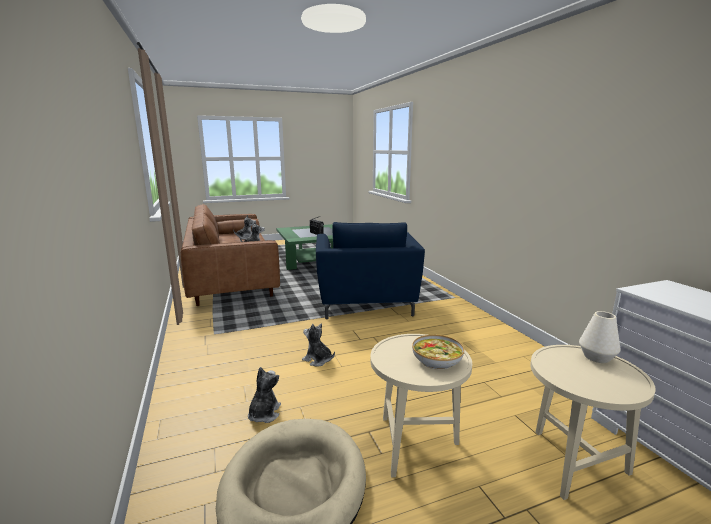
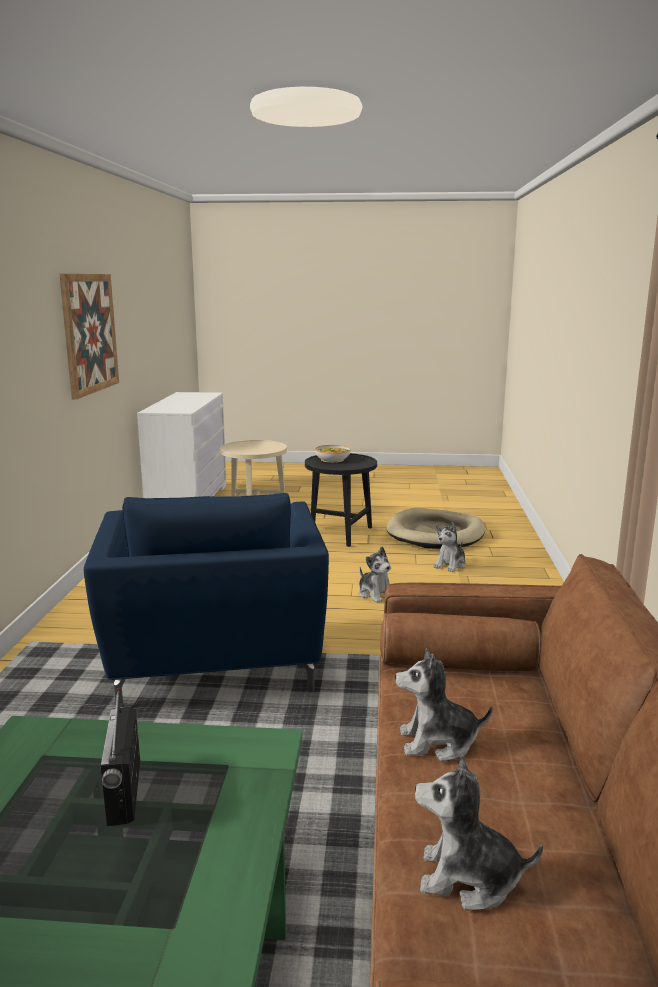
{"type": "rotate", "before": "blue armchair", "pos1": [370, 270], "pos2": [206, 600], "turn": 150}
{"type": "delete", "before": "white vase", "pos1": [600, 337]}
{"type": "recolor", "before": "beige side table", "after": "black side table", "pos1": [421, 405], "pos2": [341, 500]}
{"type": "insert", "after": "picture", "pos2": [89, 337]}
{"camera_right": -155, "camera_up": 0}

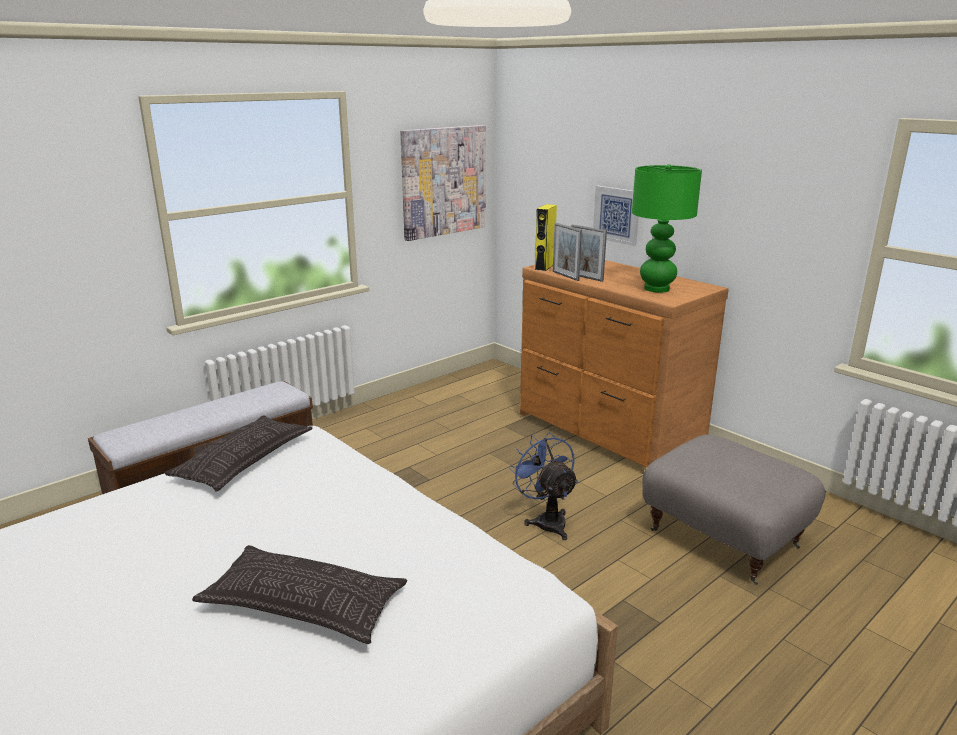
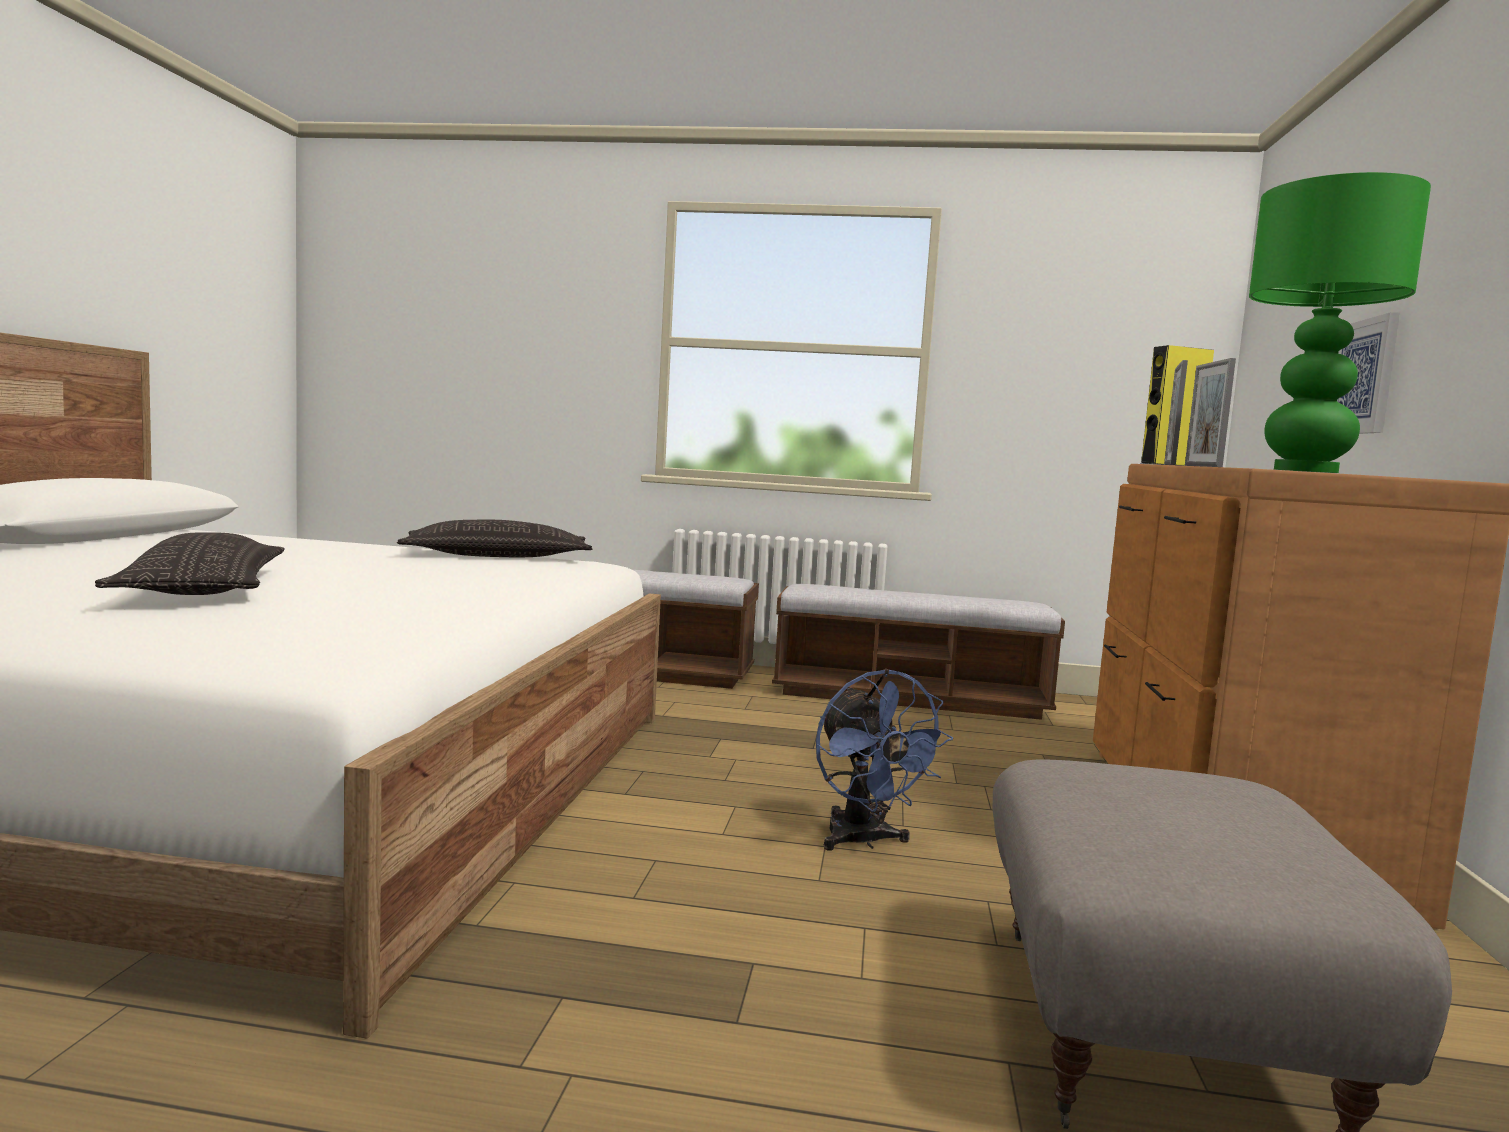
{"type": "delete", "before": "picture", "pos1": [443, 183]}
{"type": "rotate", "before": "blue fan", "pos1": [543, 486], "pos2": [884, 760], "turn": 135}
{"type": "insert", "after": "bench", "pos2": [918, 652]}
{"camera_right": 50, "camera_up": -15}

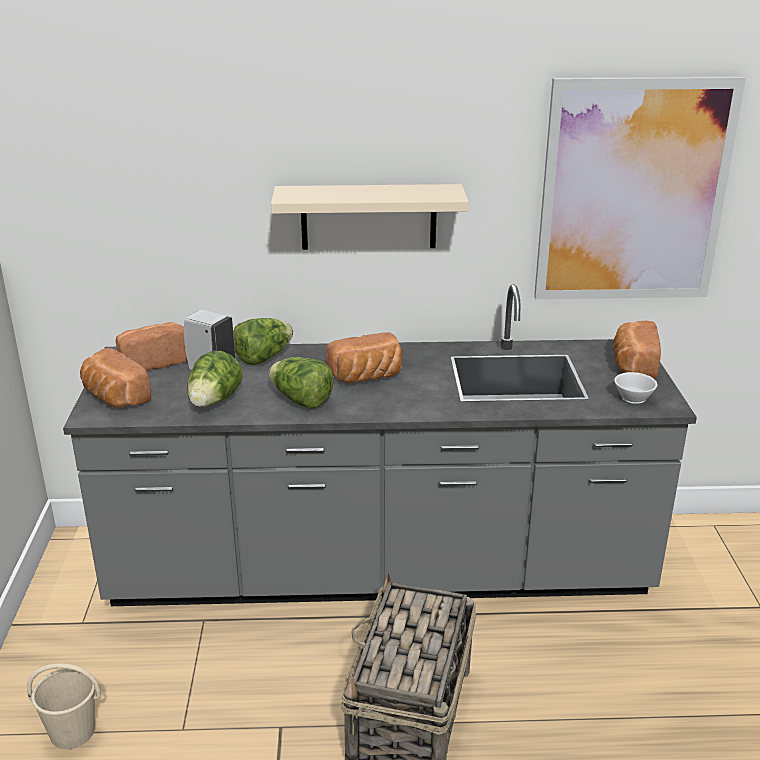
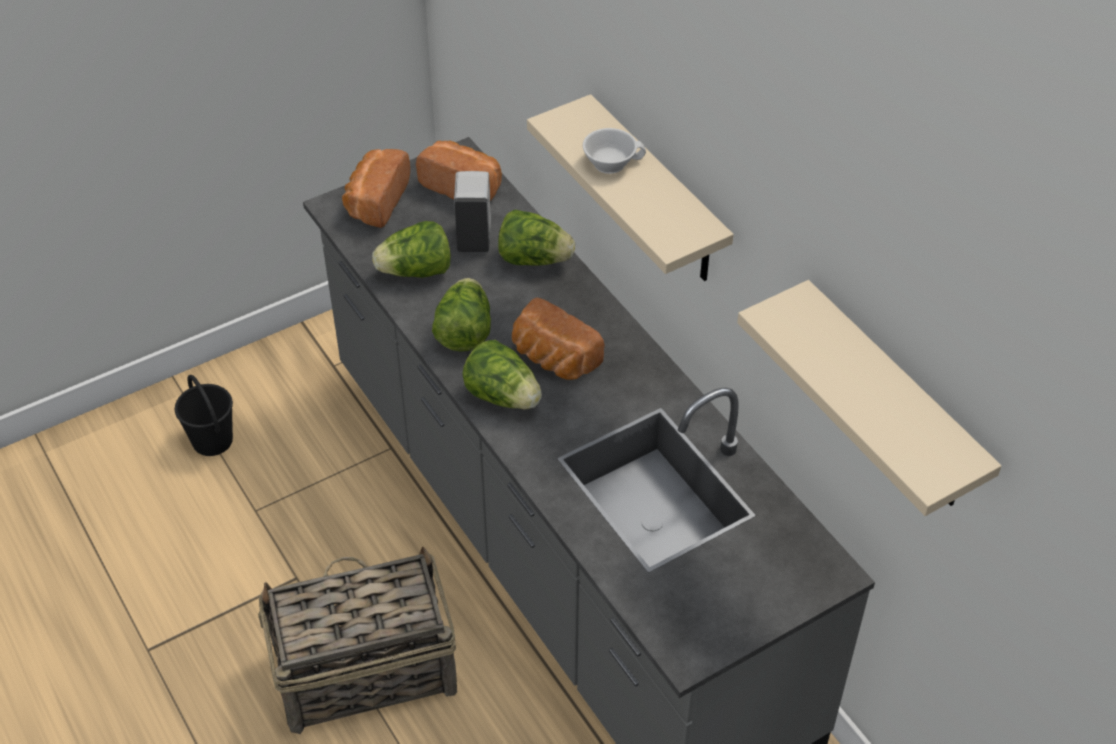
{"type": "replace", "before": "picture", "after": "beige shelf", "pos1": [640, 188], "pos2": [869, 398]}
{"type": "delete", "before": "bread", "pos1": [637, 350]}
{"type": "move", "before": "white cup", "pos1": [635, 388], "pos2": [614, 151]}
{"type": "recolor", "before": "beige bucket", "after": "black bucket", "pos1": [64, 706], "pos2": [204, 415]}
{"type": "insert", "after": "lettuce", "pos2": [502, 374]}
{"camera_right": 60, "camera_up": 20}

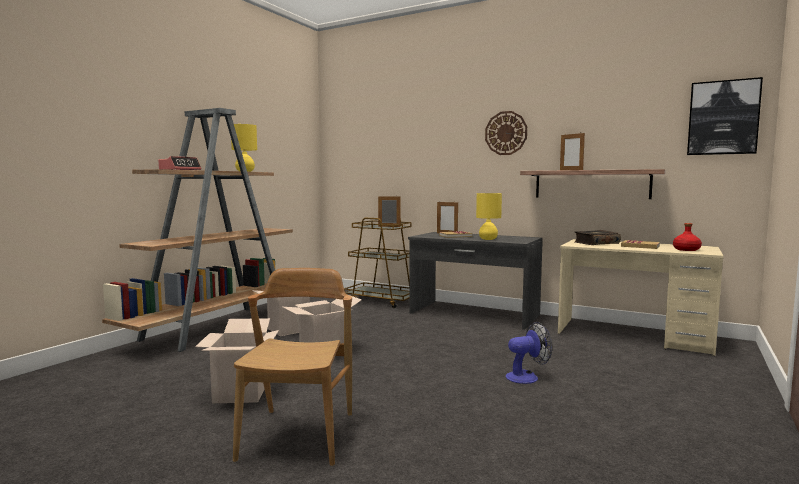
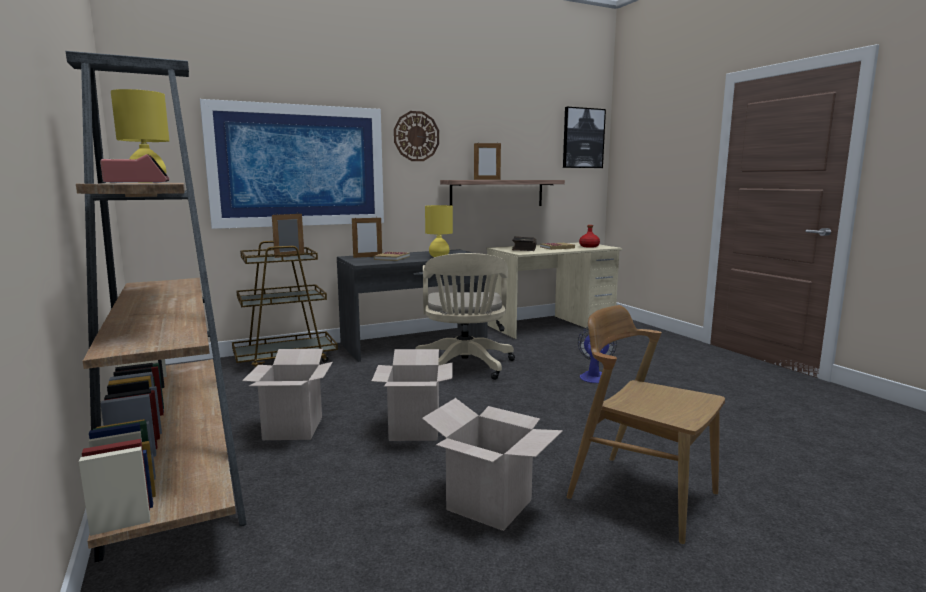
{"type": "insert", "after": "picture", "pos2": [292, 164]}
{"type": "insert", "after": "beige office chair", "pos2": [465, 316]}
{"camera_right": -55, "camera_up": 5}

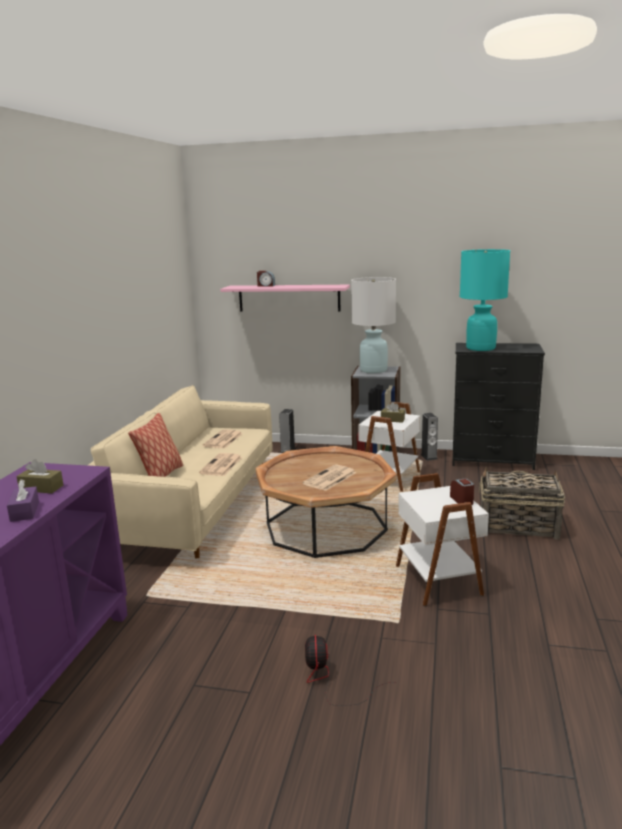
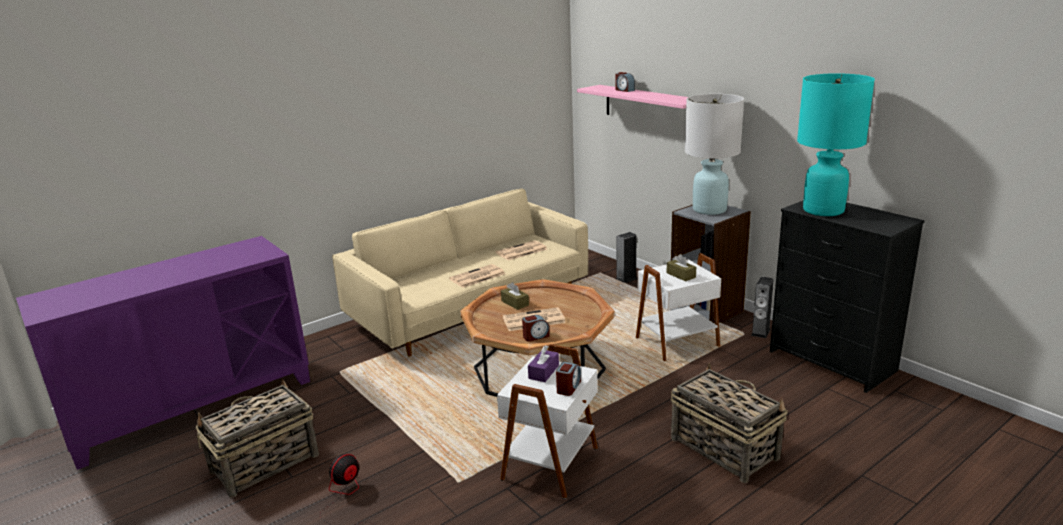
{"type": "delete", "before": "pillow", "pos1": [155, 445]}
{"type": "move", "before": "brown tissue box", "pos1": [39, 476], "pos2": [515, 296]}
{"type": "move", "before": "purple tissue box", "pos1": [23, 500], "pos2": [543, 363]}
{"type": "insert", "after": "alarm clock", "pos2": [536, 328]}
{"type": "insert", "after": "basket", "pos2": [257, 438]}
{"camera_right": 40, "camera_up": 5}

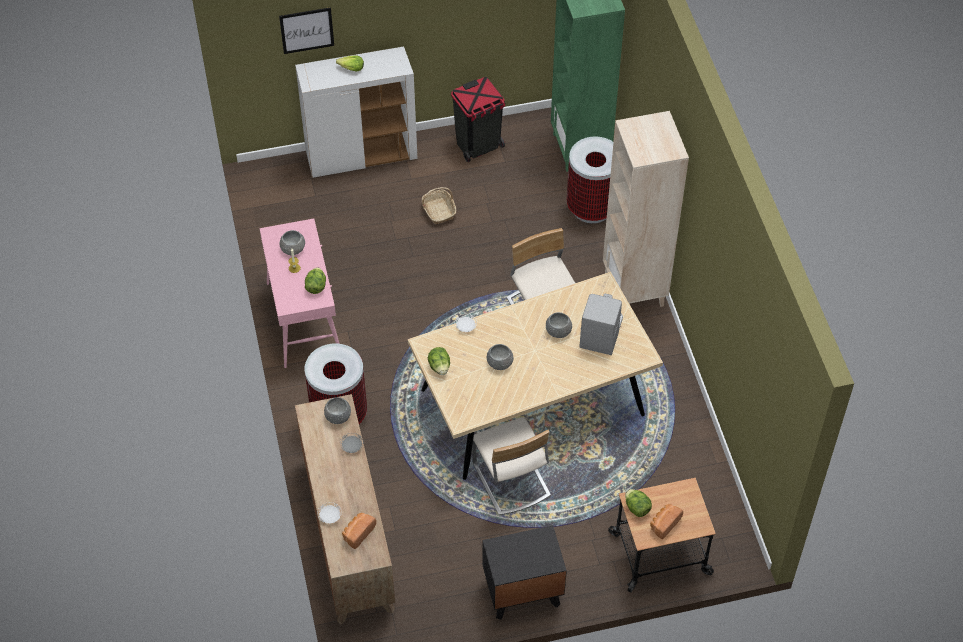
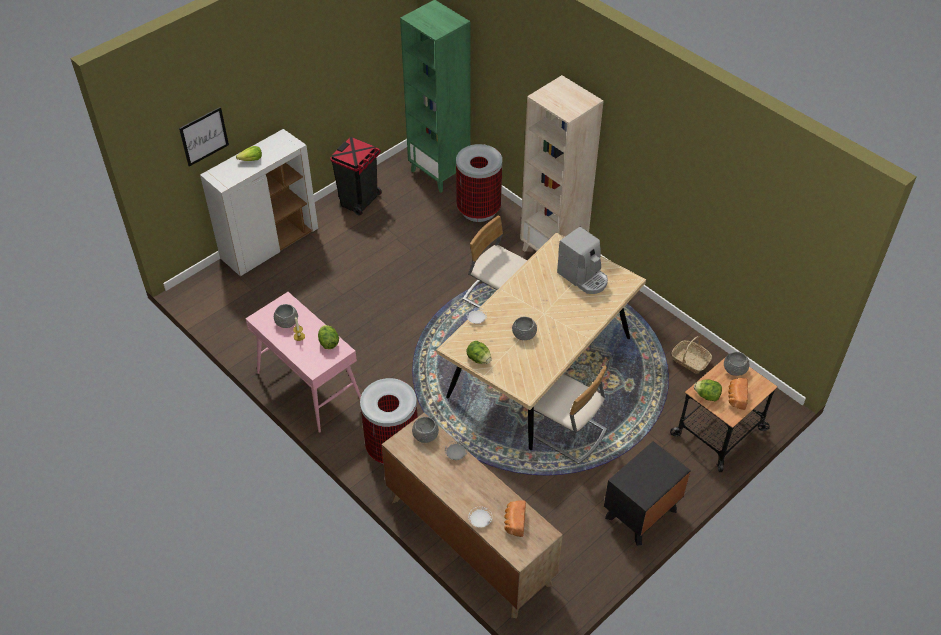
{"type": "move", "before": "basket", "pos1": [439, 205], "pos2": [691, 354]}
{"type": "rotate", "before": "coffee machine", "pos1": [601, 324], "pos2": [582, 260], "turn": 150}
{"type": "move", "before": "grey bowl", "pos1": [559, 325], "pos2": [736, 364]}
{"camera_right": -30, "camera_up": -5}

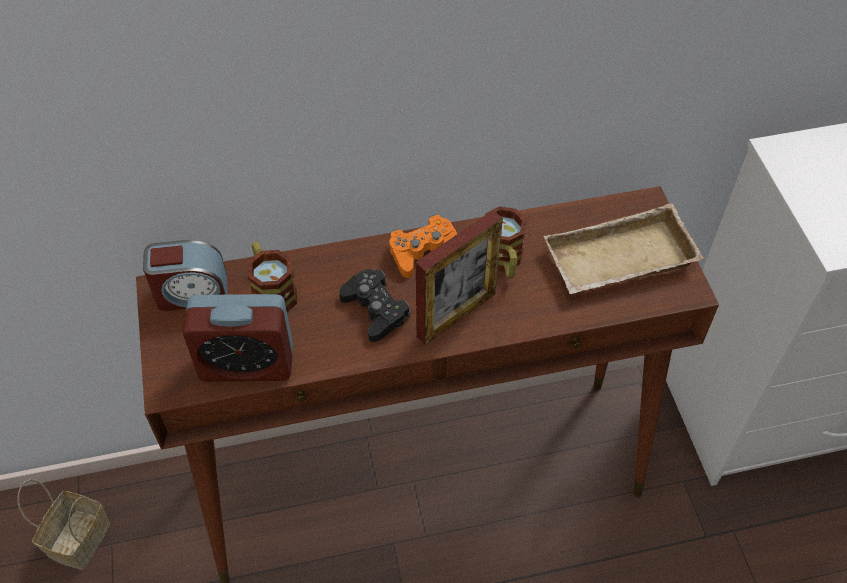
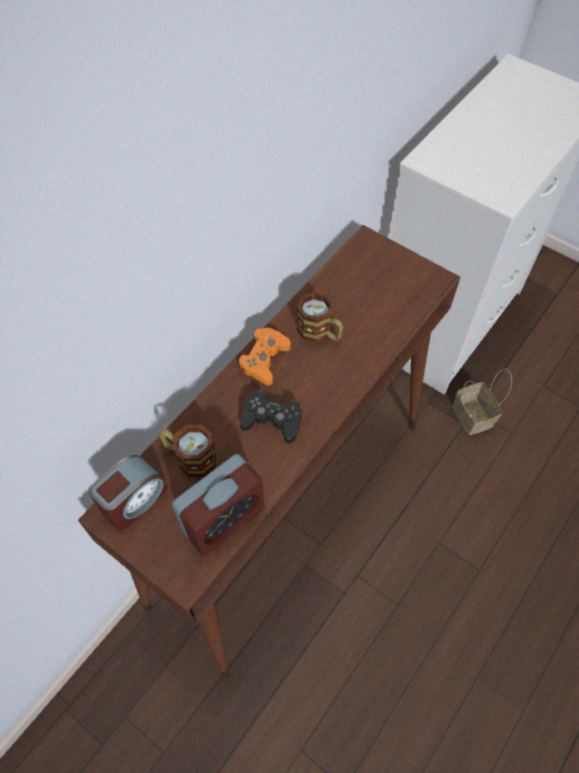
{"type": "delete", "before": "beige tray", "pos1": [623, 248]}
{"type": "delete", "before": "picture frame", "pos1": [459, 277]}
{"type": "move", "before": "basket", "pos1": [63, 524], "pos2": [482, 401]}
{"camera_right": -40, "camera_up": 5}

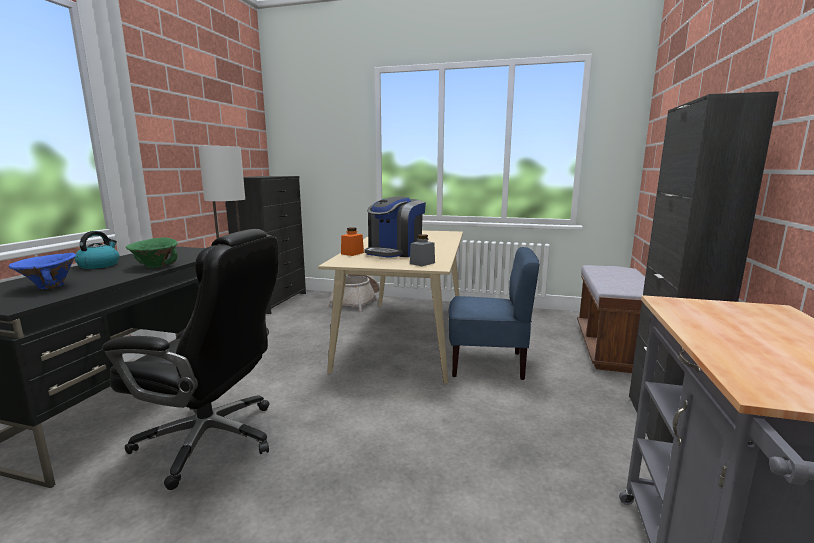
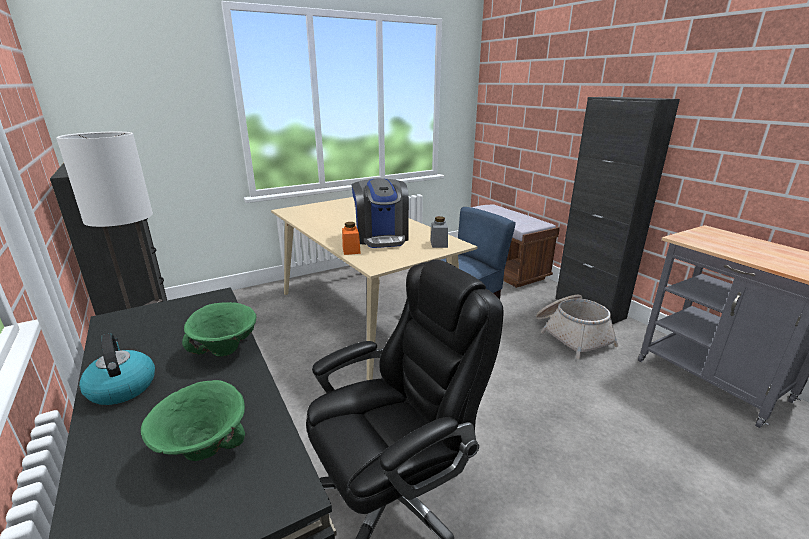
{"type": "recolor", "before": "blue bowl", "after": "green bowl", "pos1": [42, 271], "pos2": [193, 420]}
{"type": "move", "before": "basket", "pos1": [353, 293], "pos2": [577, 327]}
{"camera_right": -45, "camera_up": 10}

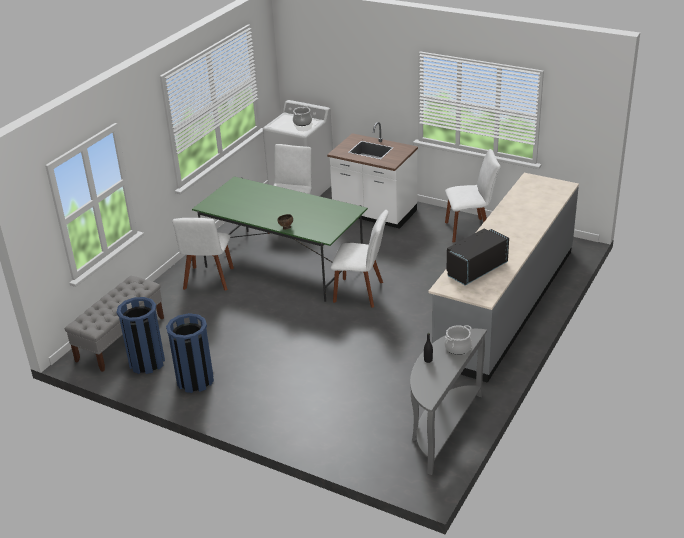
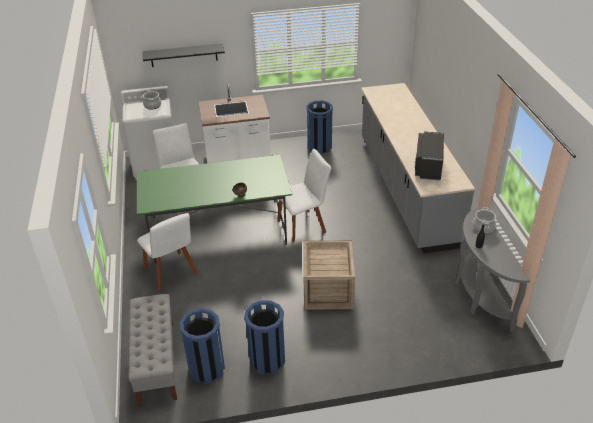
{"type": "replace", "before": "white chair", "after": "blue trash can", "pos1": [473, 196], "pos2": [320, 127]}
{"type": "insert", "after": "black shelf", "pos2": [184, 55]}
{"type": "insert", "after": "crate", "pos2": [329, 275]}
{"camera_right": -40, "camera_up": 5}

